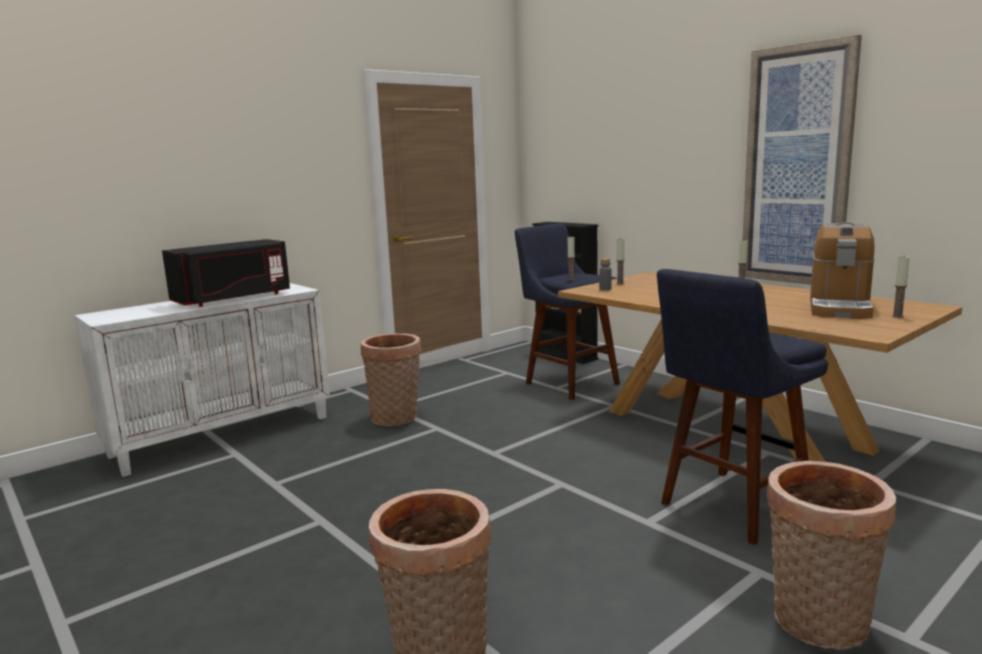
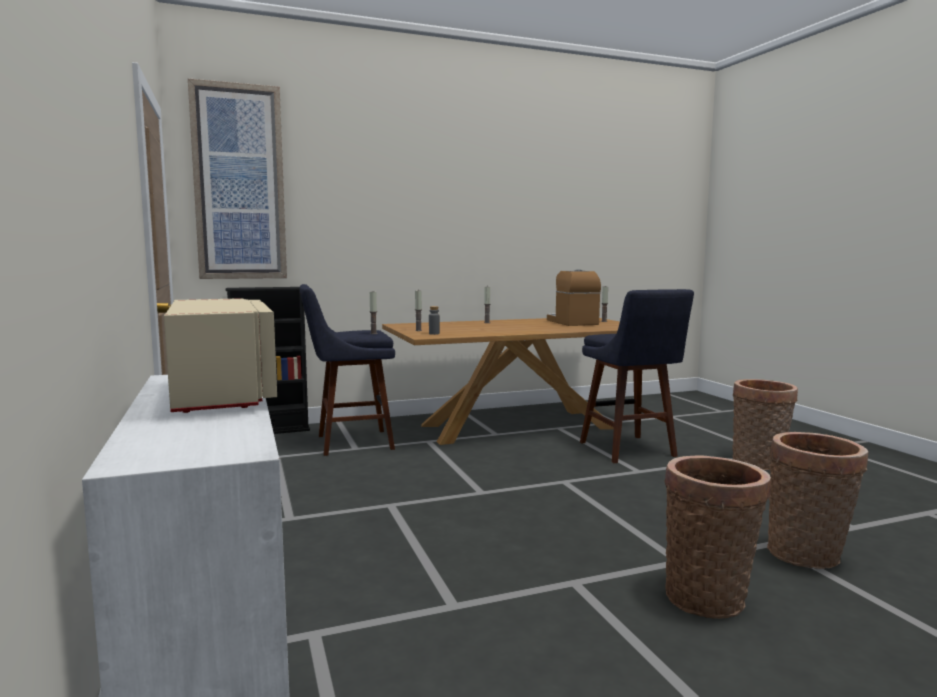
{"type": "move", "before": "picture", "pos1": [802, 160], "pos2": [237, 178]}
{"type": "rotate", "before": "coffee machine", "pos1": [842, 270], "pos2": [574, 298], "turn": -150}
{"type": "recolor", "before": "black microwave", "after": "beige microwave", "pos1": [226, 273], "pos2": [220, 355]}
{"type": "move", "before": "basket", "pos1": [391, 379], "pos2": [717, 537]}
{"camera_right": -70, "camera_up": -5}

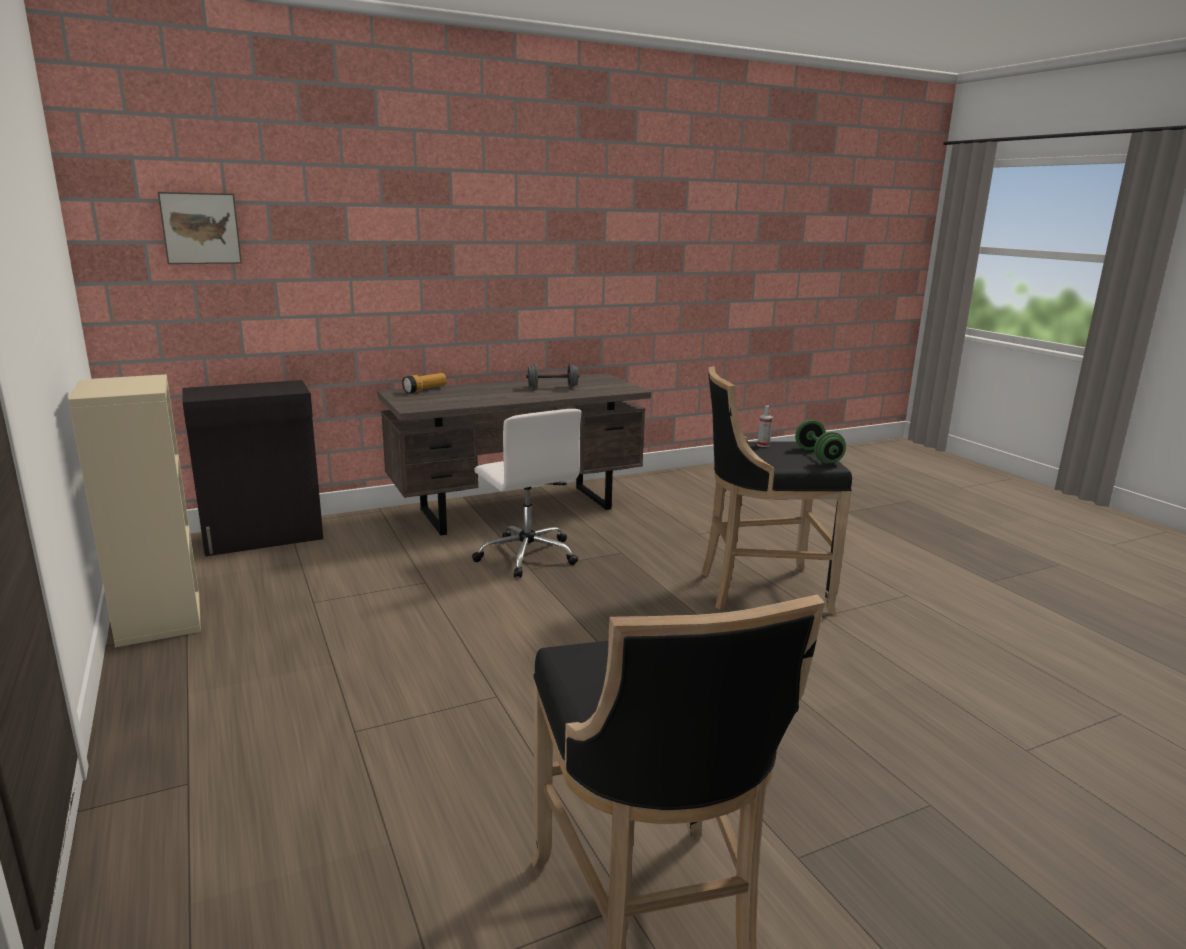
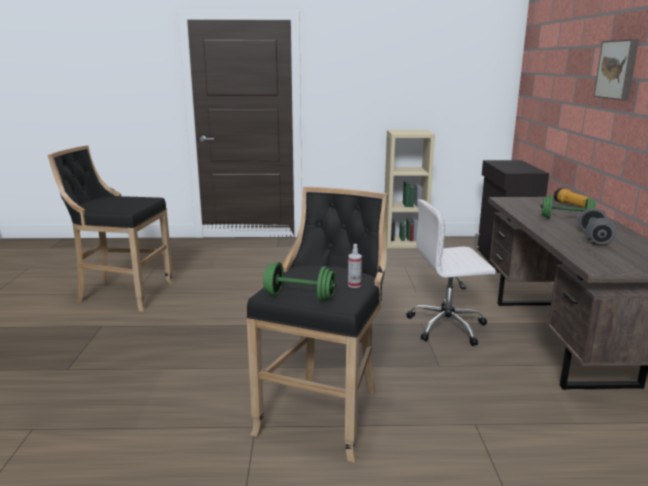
{"type": "move", "before": "picture", "pos1": [200, 228], "pos2": [616, 69]}
{"type": "insert", "after": "green dumbbell", "pos2": [568, 207]}
{"camera_right": 115, "camera_up": 0}

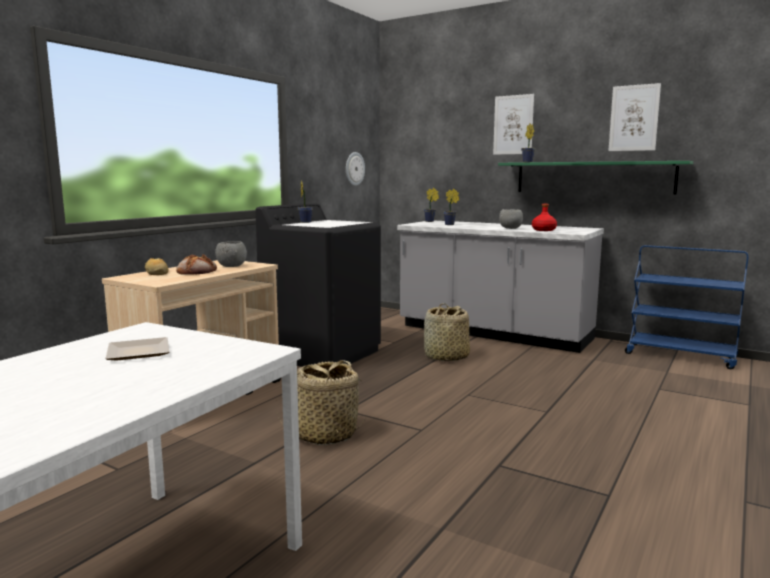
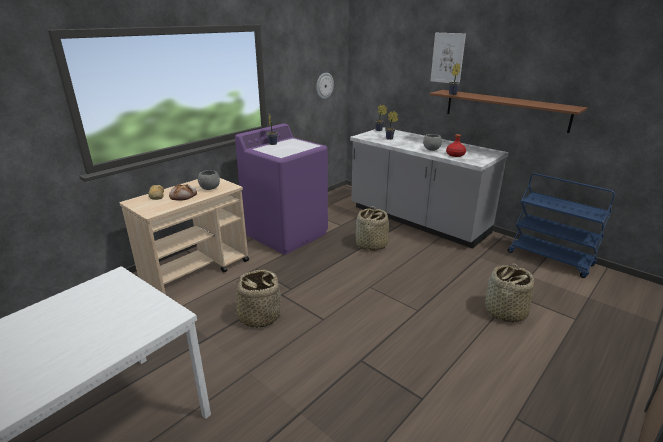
{"type": "delete", "before": "picture", "pos1": [634, 117]}
{"type": "recolor", "before": "green shelf", "after": "brown shelf", "pos1": [595, 178], "pos2": [508, 111]}
{"type": "recolor", "before": "black washing machine", "after": "purple washing machine", "pos1": [318, 285], "pos2": [281, 189]}
{"type": "delete", "before": "plate", "pos1": [137, 349]}
{"type": "insert", "after": "basket", "pos2": [509, 293]}
{"camera_right": 10, "camera_up": 15}

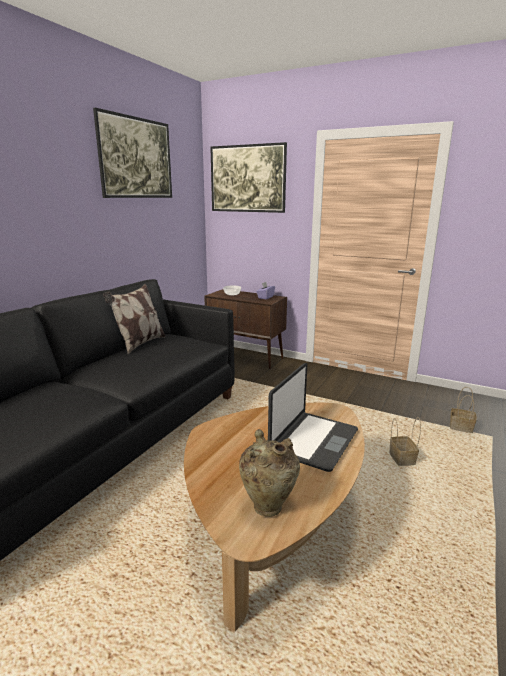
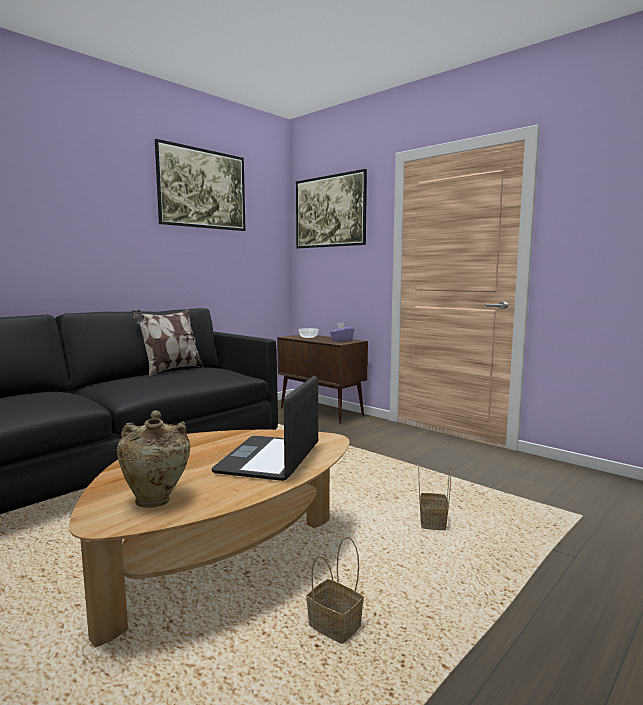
{"type": "rotate", "before": "laptop", "pos1": [313, 417], "pos2": [265, 428], "turn": 150}
{"type": "move", "before": "basket", "pos1": [463, 410], "pos2": [335, 590]}
{"camera_right": 15, "camera_up": -10}

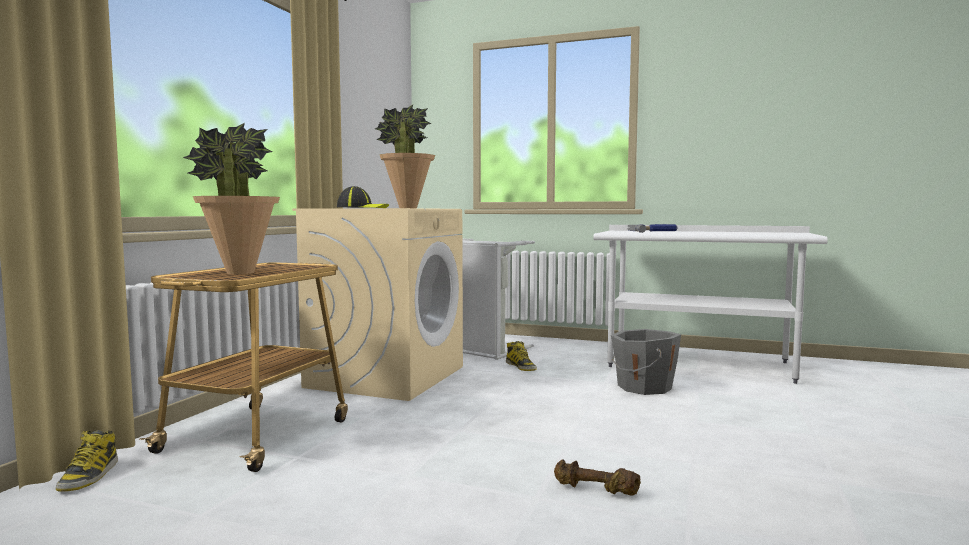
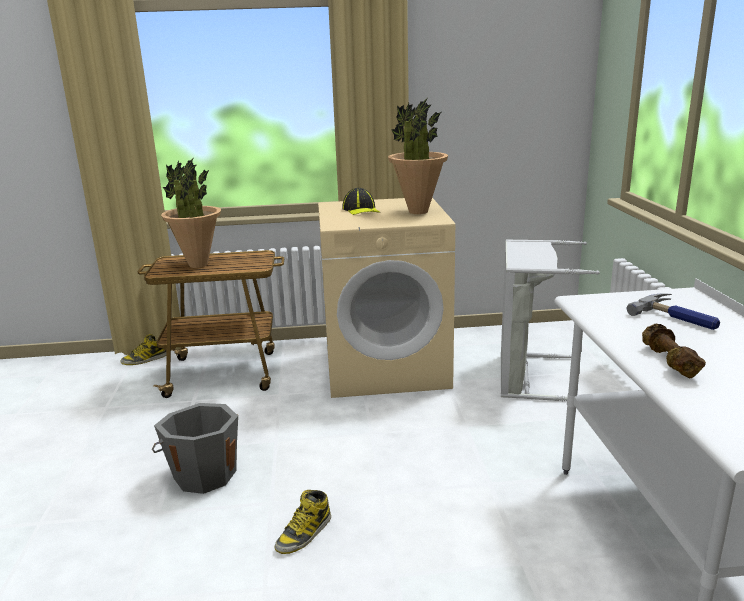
{"type": "move", "before": "grey bucket", "pos1": [646, 362], "pos2": [195, 448]}
{"type": "move", "before": "boot", "pos1": [521, 356], "pos2": [303, 522]}
{"type": "move", "before": "brown dumbbell", "pos1": [597, 478], "pos2": [674, 351]}
{"camera_right": 65, "camera_up": 15}

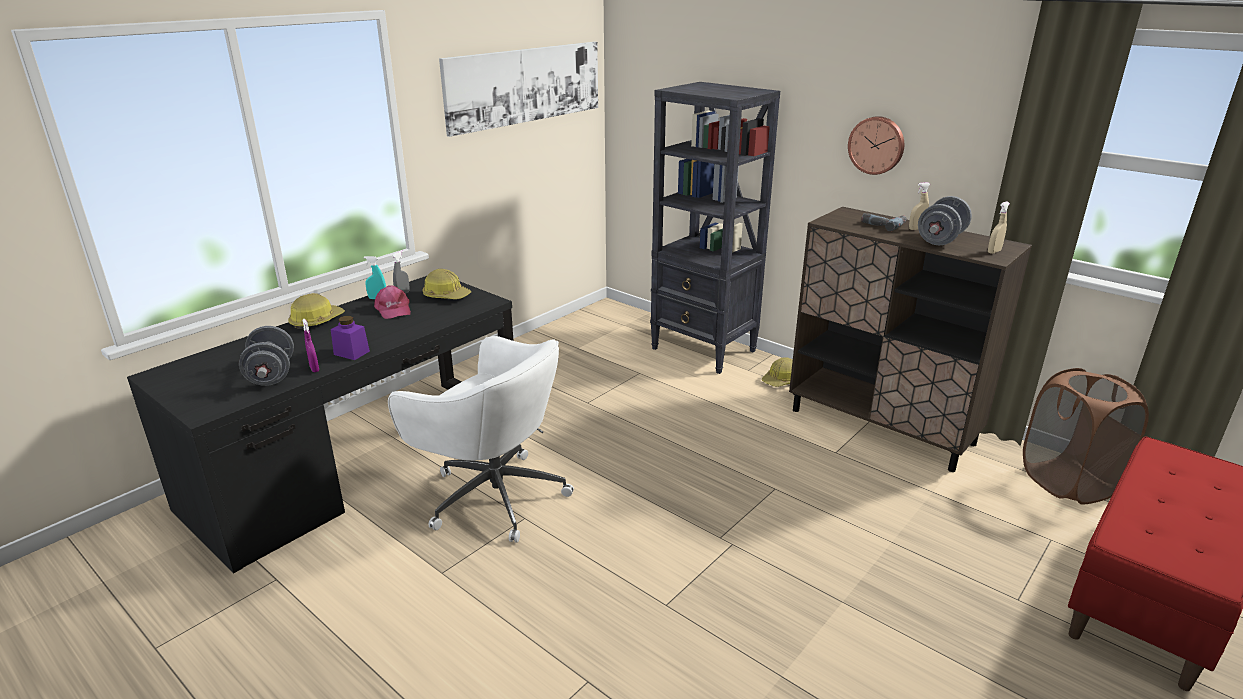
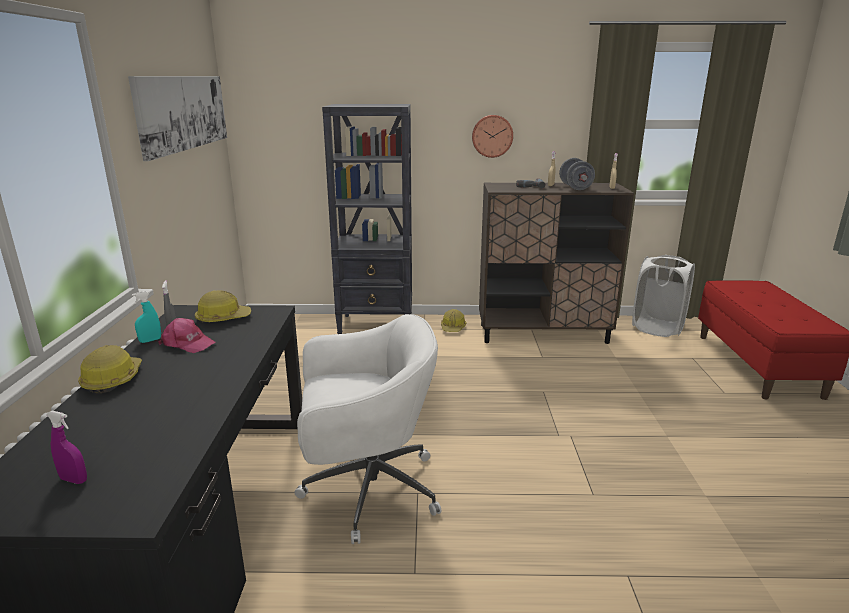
{"type": "delete", "before": "purple jar", "pos1": [350, 338]}
{"type": "move", "before": "purple spray bottle", "pos1": [310, 345], "pos2": [66, 447]}
{"type": "delete", "before": "grey dumbbell", "pos1": [266, 356]}
{"type": "recolor", "before": "brown laundry basket", "after": "white laundry basket", "pos1": [1086, 436], "pos2": [663, 296]}
{"camera_right": -40, "camera_up": -5}

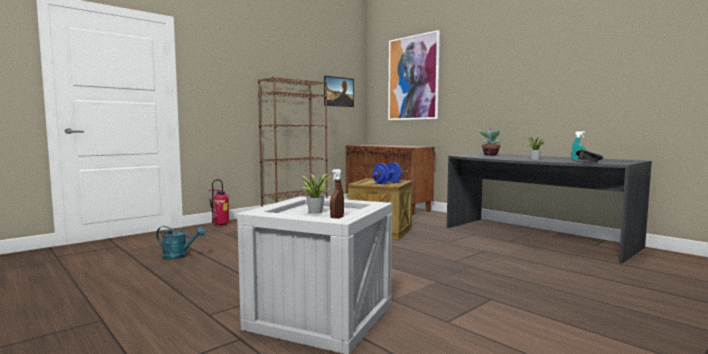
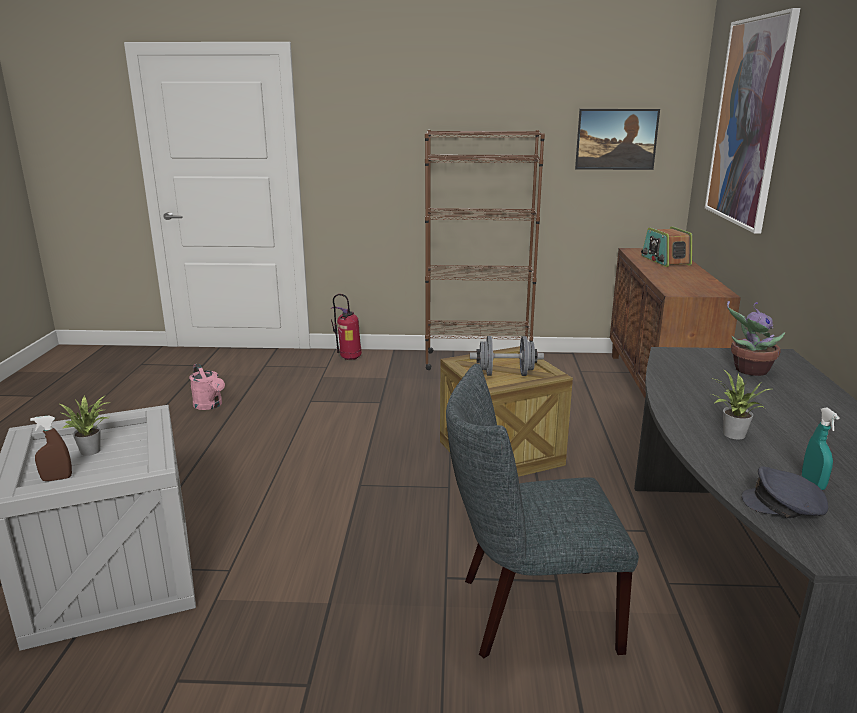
{"type": "recolor", "before": "blue dumbbell", "after": "grey dumbbell", "pos1": [387, 173], "pos2": [507, 356]}
{"type": "recolor", "before": "turquoise watering can", "after": "pink watering can", "pos1": [180, 243], "pos2": [207, 386]}
{"type": "insert", "after": "radio", "pos2": [666, 247]}
{"type": "insert", "after": "grey chair", "pos2": [542, 511]}
{"camera_right": 45, "camera_up": 15}

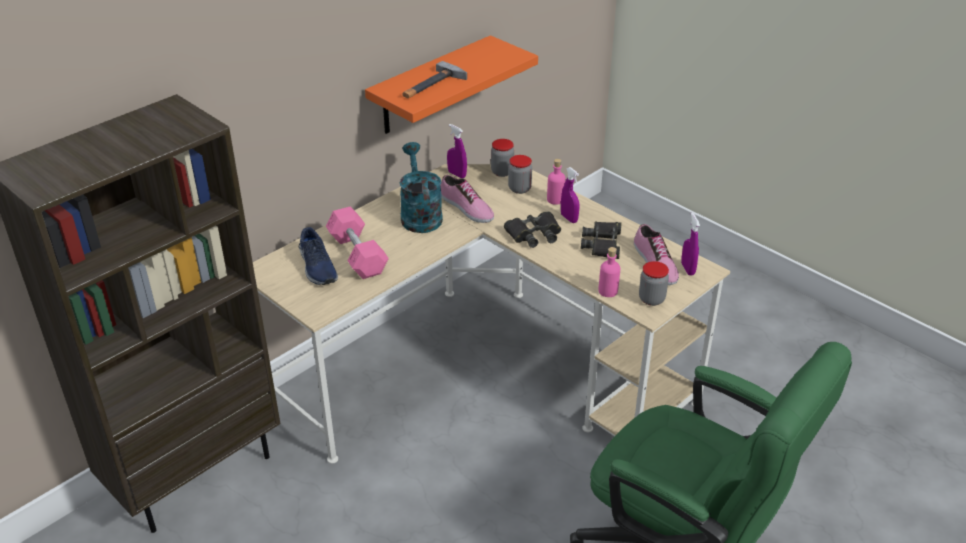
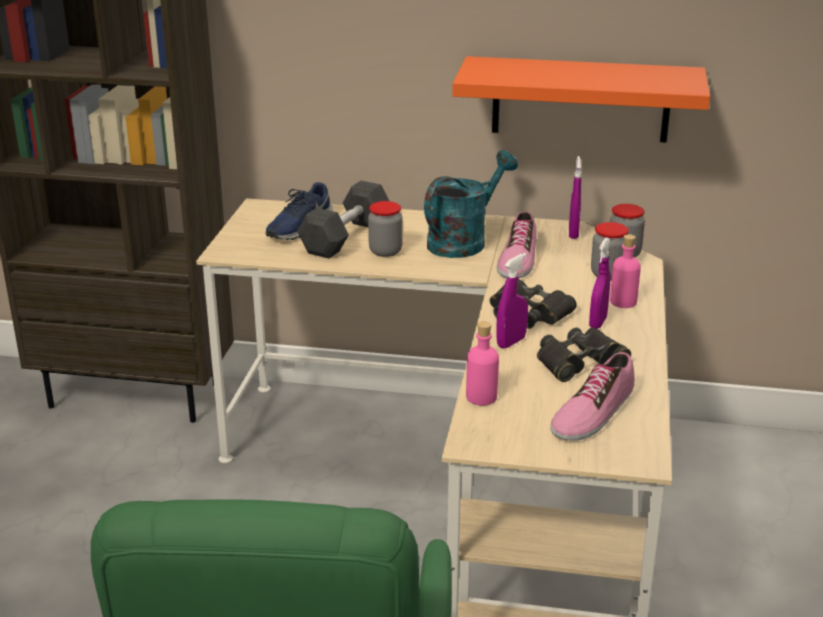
{"type": "delete", "before": "hammer", "pos1": [435, 79]}
{"type": "recolor", "before": "pink dumbbell", "after": "grey dumbbell", "pos1": [357, 242], "pos2": [343, 219]}
{"type": "move", "before": "purple spray bottle", "pos1": [690, 244], "pos2": [512, 300]}
{"type": "move", "before": "jar", "pos1": [654, 283], "pos2": [385, 229]}
{"camera_right": 55, "camera_up": -10}

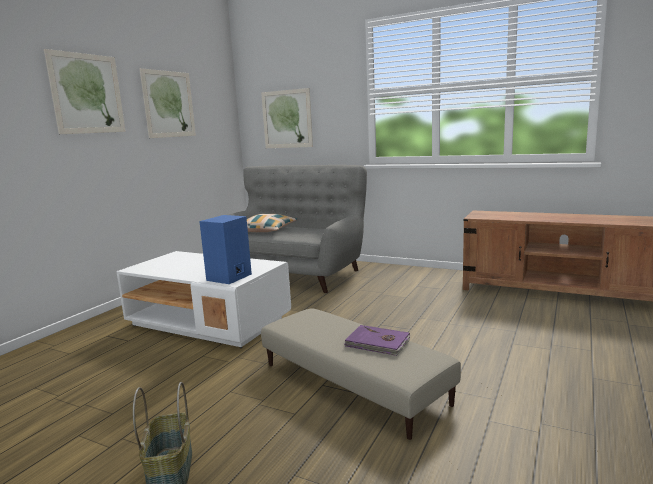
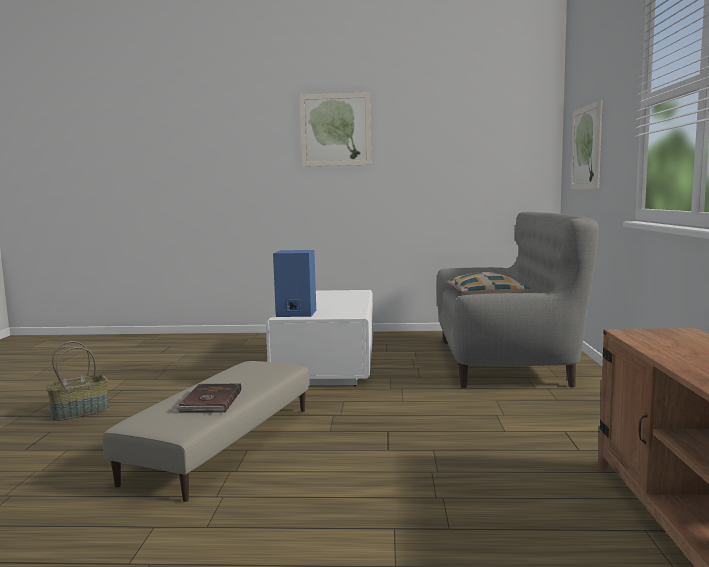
{"type": "delete", "before": "picture", "pos1": [168, 103]}
{"type": "recolor", "before": "purple book", "after": "brown book", "pos1": [377, 340], "pos2": [208, 398]}
{"camera_right": 65, "camera_up": -5}

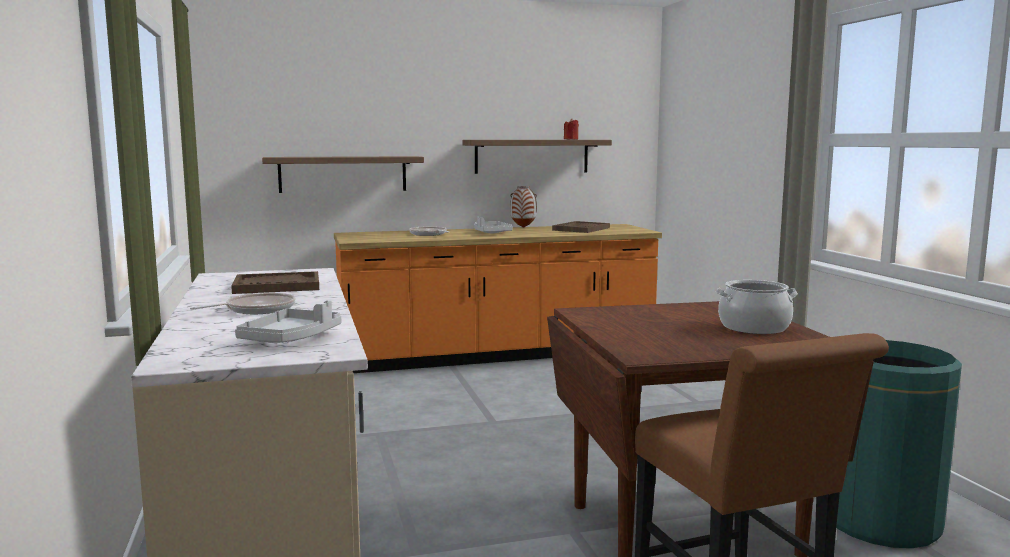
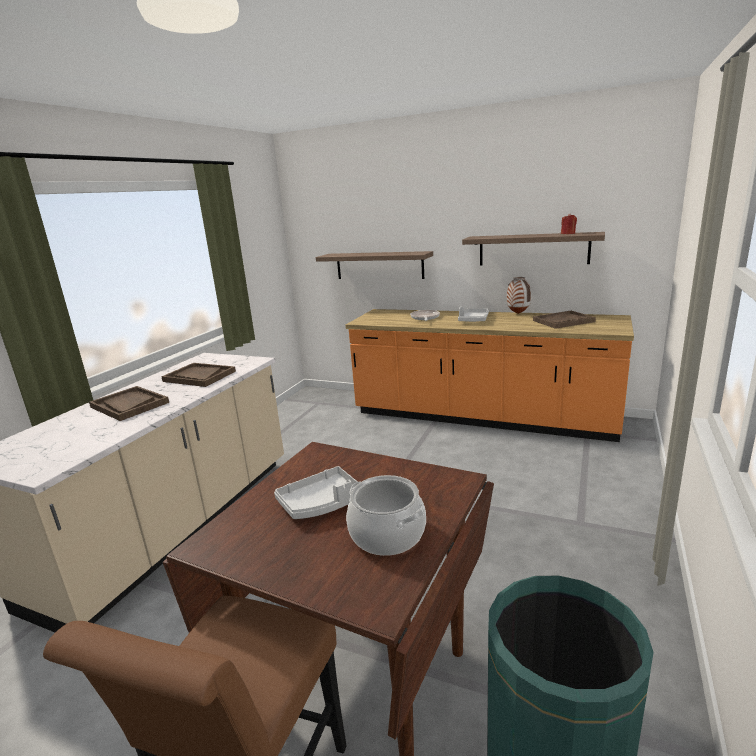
{"type": "replace", "before": "frying pan", "after": "brown tray", "pos1": [243, 303], "pos2": [129, 403]}
{"type": "move", "before": "grey tray", "pos1": [288, 321], "pos2": [315, 492]}
{"camera_right": 40, "camera_up": 10}

